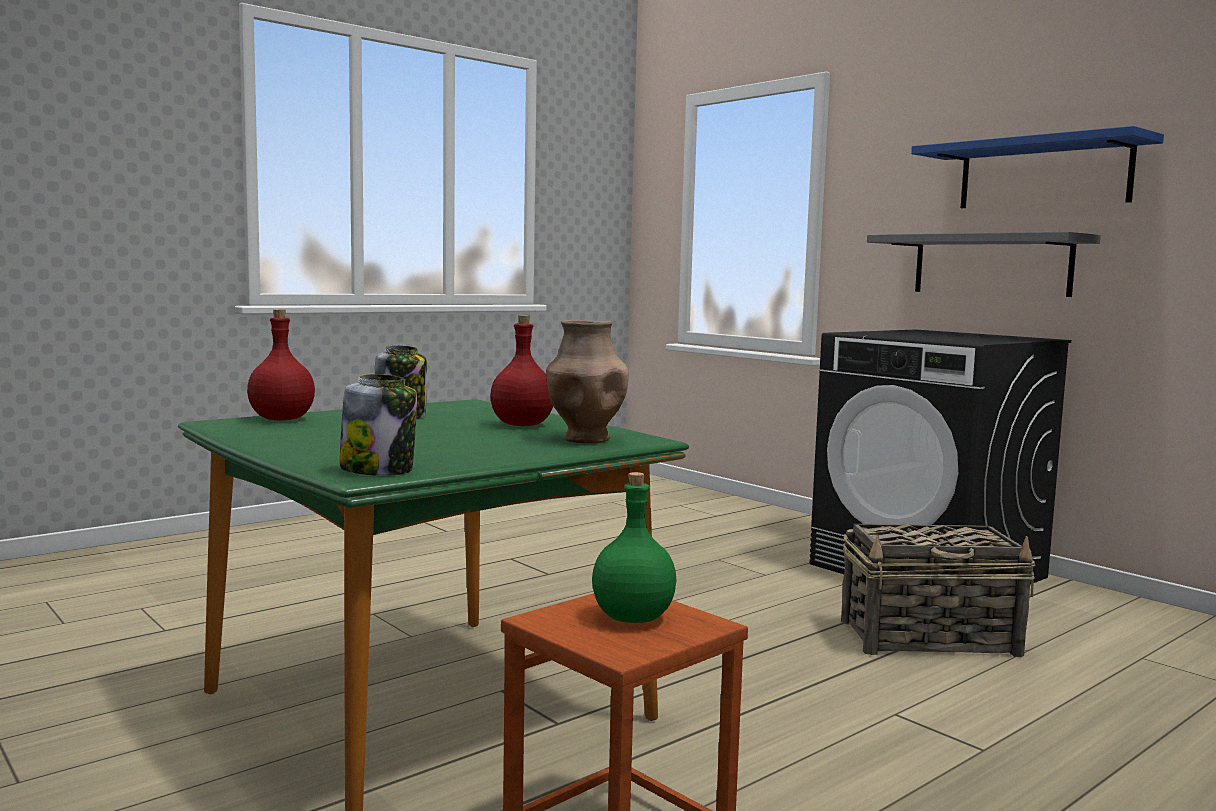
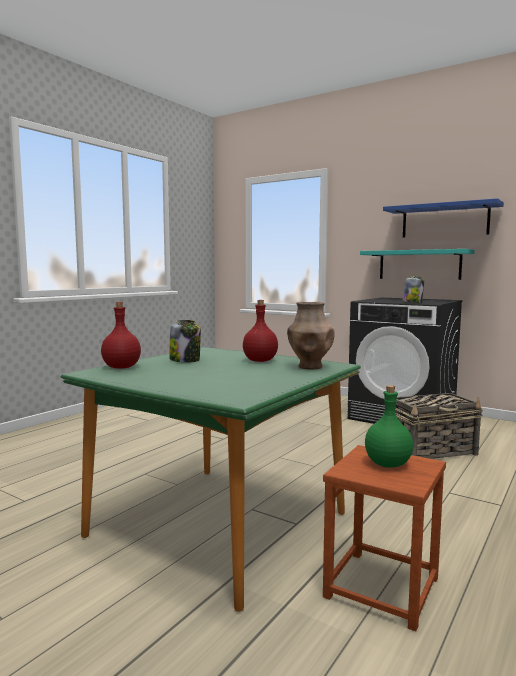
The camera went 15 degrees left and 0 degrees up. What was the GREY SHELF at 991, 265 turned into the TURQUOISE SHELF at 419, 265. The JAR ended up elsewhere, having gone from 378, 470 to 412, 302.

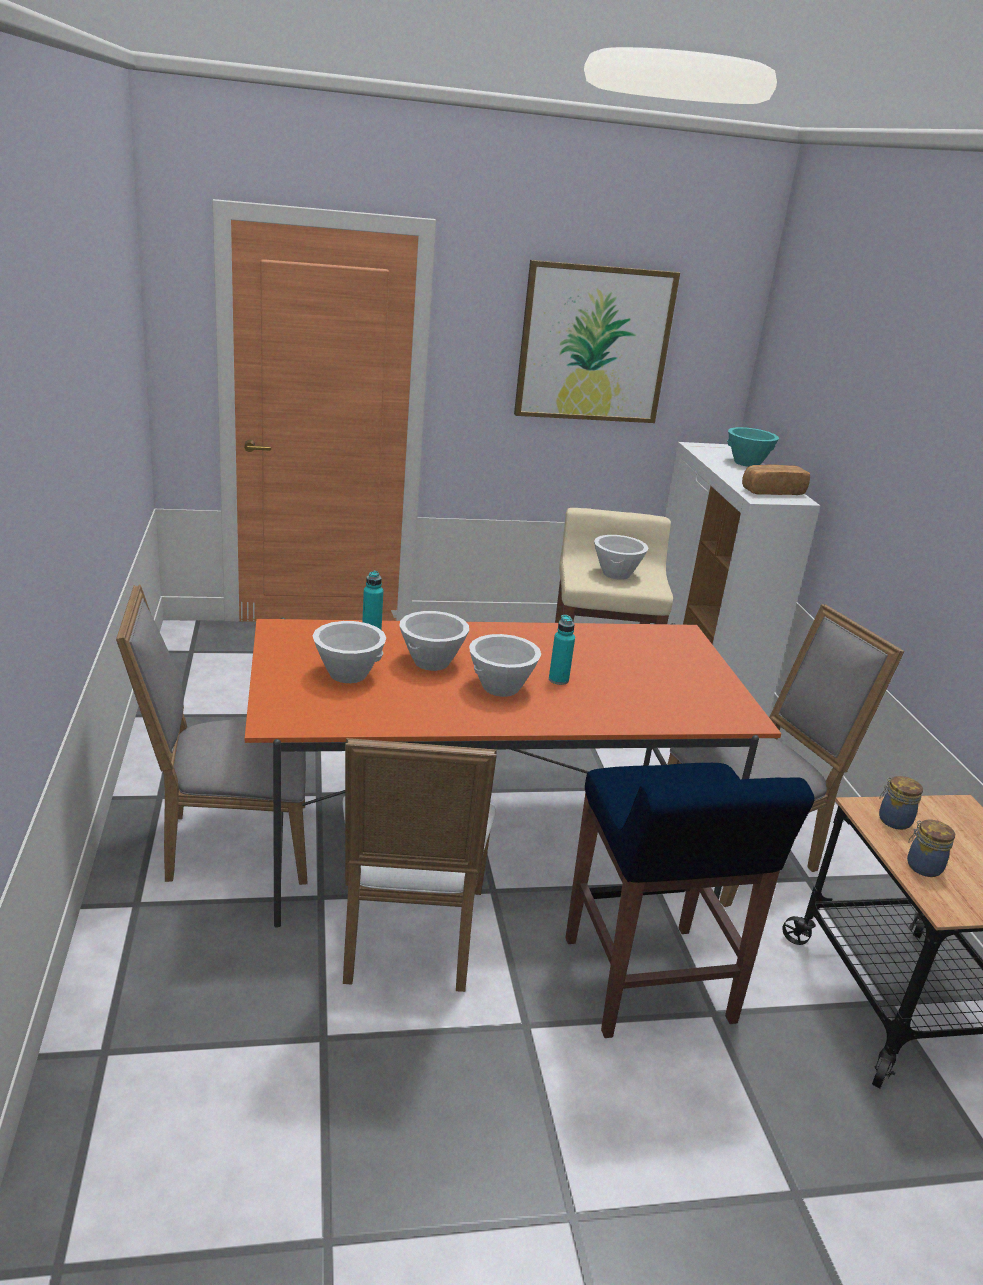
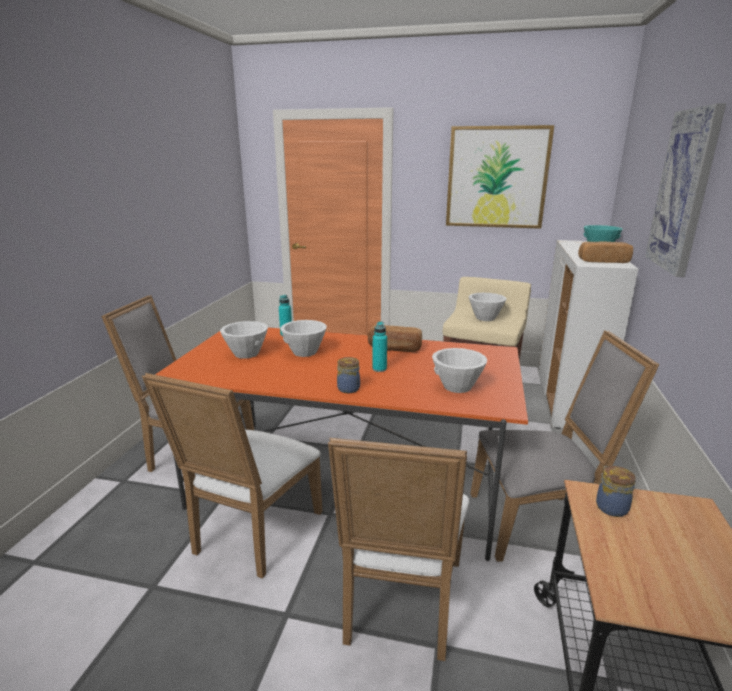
The camera went 25 degrees right and 5 degrees down. Where the BLUE STOOL stood at 648, 982, the WHITE CHAIR came to stand at 399, 606. The JAR ended up elsewhere, having gone from 922, 866 to 348, 388. The second view gained the BREAD at 394, 348. The WHITE BOWL ended up elsewhere, having gone from 501, 688 to 457, 387. The second view gained the PICTURE at 683, 191.

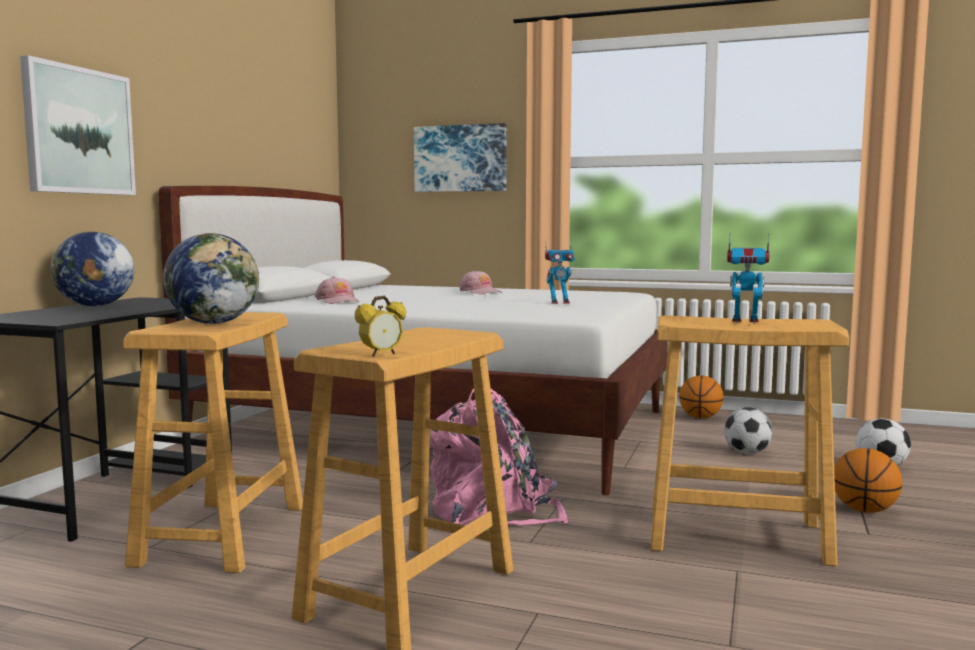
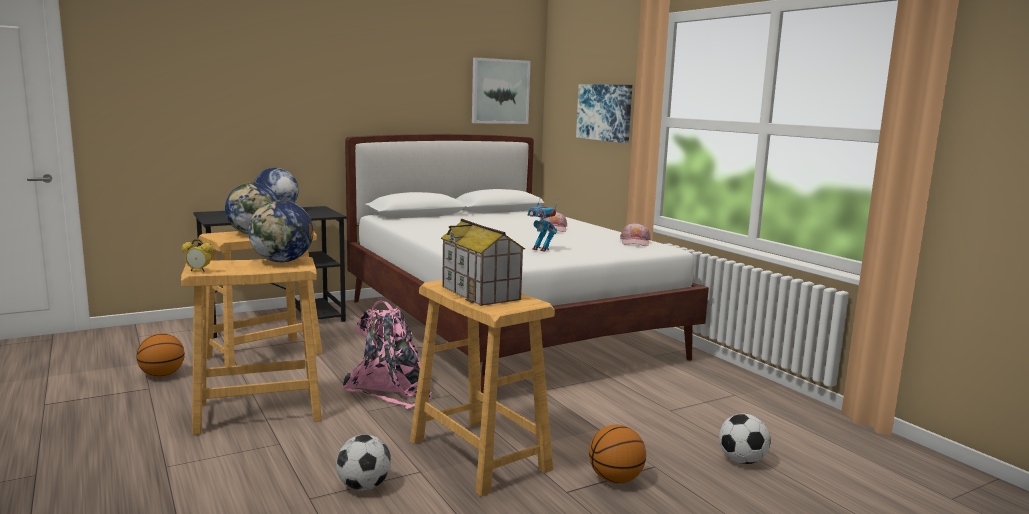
The camera went 40 degrees right and 5 degrees up. The BASKETBALL ended up elsewhere, having gone from 700, 417 to 162, 375. The second view gained the GLOBE at 282, 261. The FOOTBALL ended up elsewhere, having gone from 747, 453 to 364, 486. Where the TOY ROBOT stood at 745, 322, the TOY HOUSE came to stand at 481, 293. The PICTURE ended up elsewhere, having gone from 78, 131 to 500, 91. The PINK CAP ended up elsewhere, having gone from 338, 301 to 635, 242.

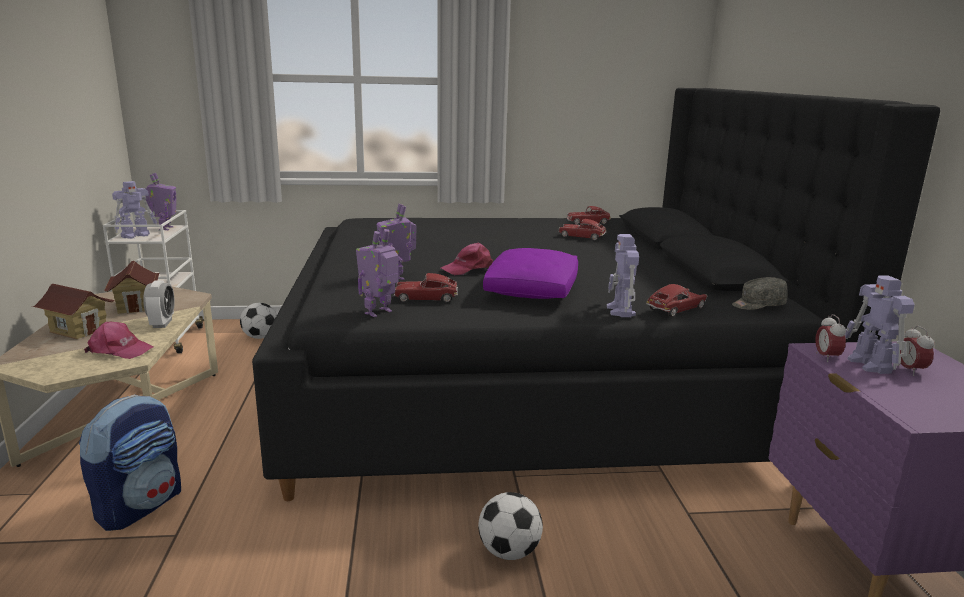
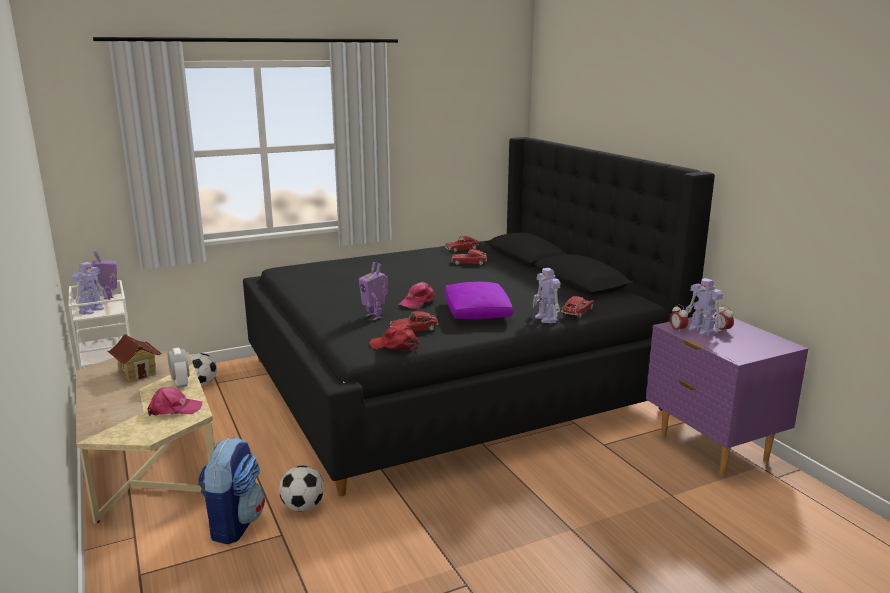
The camera went 20 degrees left and 0 degrees up. The FOOTBALL ended up elsewhere, having gone from 509, 551 to 303, 507. Where the TOY ROBOT stood at 379, 313, the RED CAP came to stand at 395, 346. The second view lost the TOY HOUSE at 79, 330. The second view lost the GREY CAP at 758, 305.

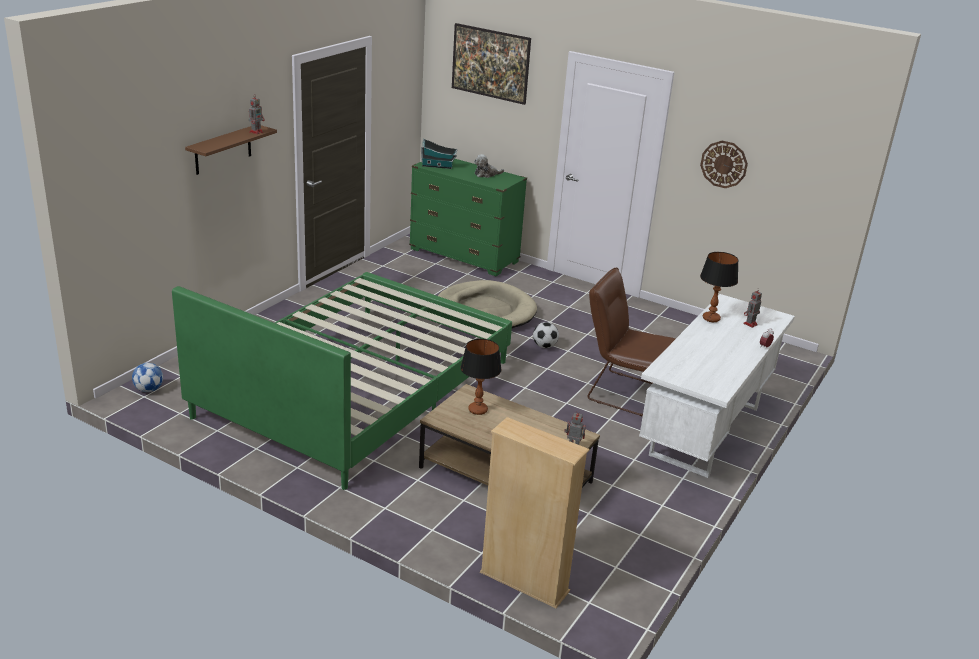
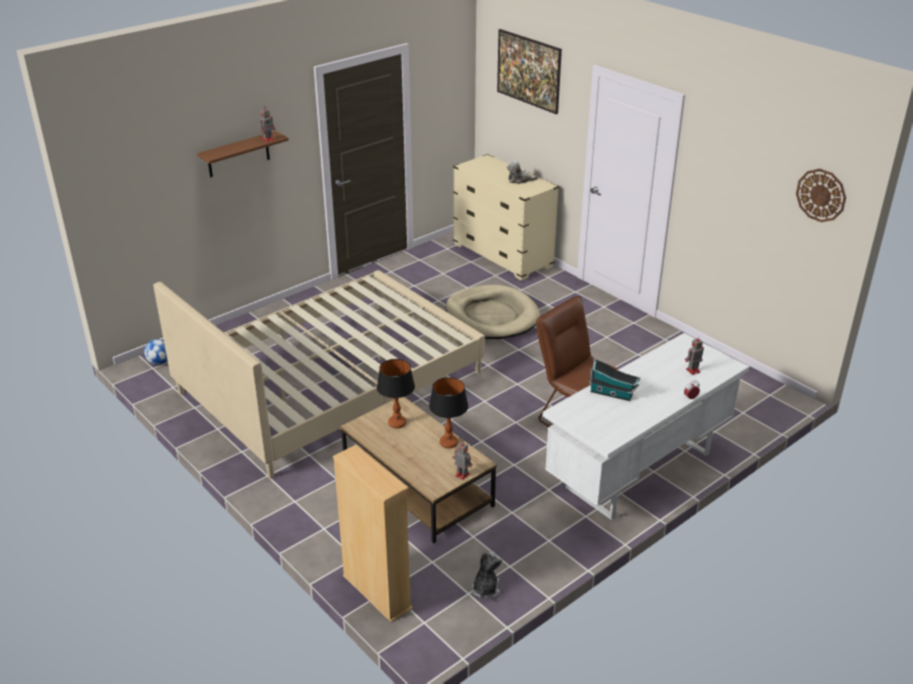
The camera went 20 degrees right and 5 degrees up. What was the GREEN BED at 356, 388 turned into the BEIGE BED at 330, 382. The TABLE LAMP ended up elsewhere, having gone from 711, 319 to 449, 443. What was the GREEN DRESSER at 464, 256 turned into the BEIGE DRESSER at 503, 256. The second view gained the PLUSH TOY at 485, 589. The TOY HOUSE ended up elsewhere, having gone from 438, 166 to 613, 394. The WALL CLOCK ended up elsewhere, having gone from 724, 164 to 821, 195. The second view lost the FOOTBALL at 544, 346.

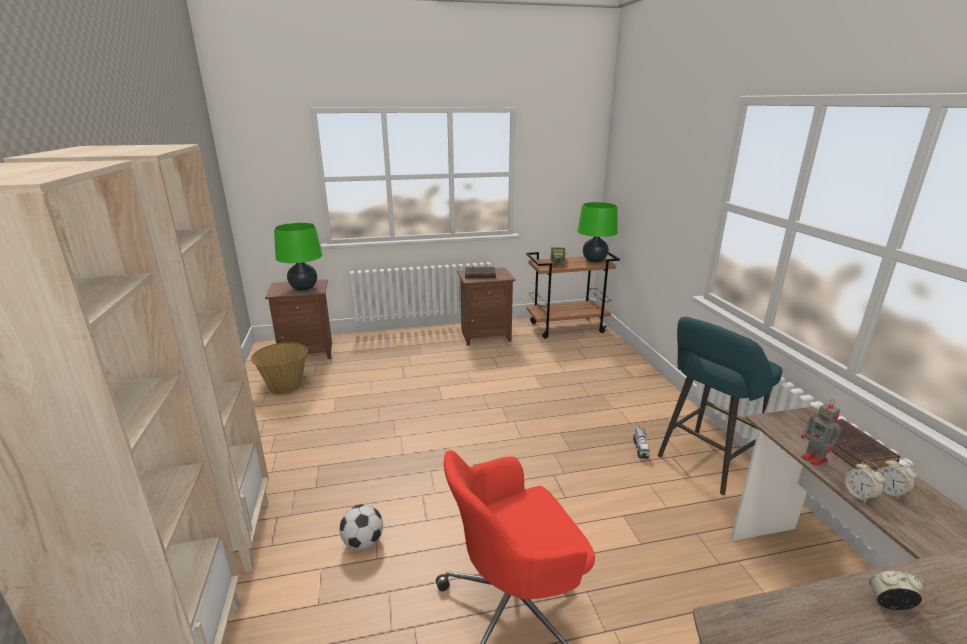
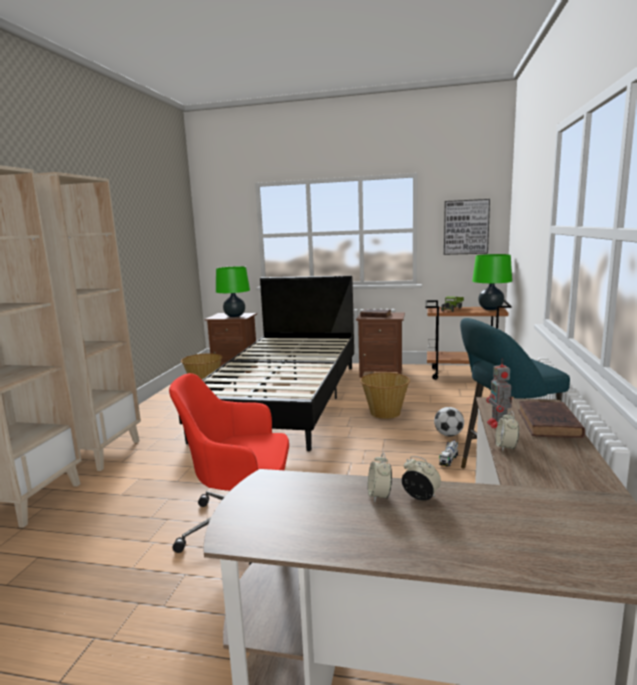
The camera went 25 degrees right and 10 degrees down. The second view gained the BLACK BED at 285, 398. The second view gained the BASKET at 385, 412. The ALARM CLOCK ended up elsewhere, having gone from 889, 491 to 379, 496. The FOOTBALL ended up elsewhere, having gone from 363, 542 to 448, 435. The second view gained the PICTURE at 466, 227.

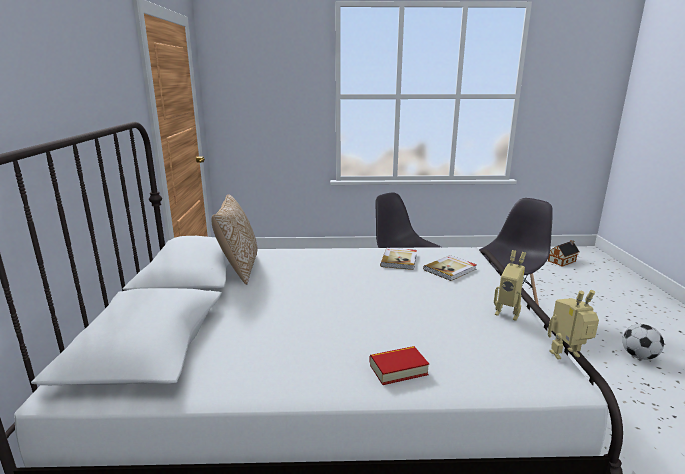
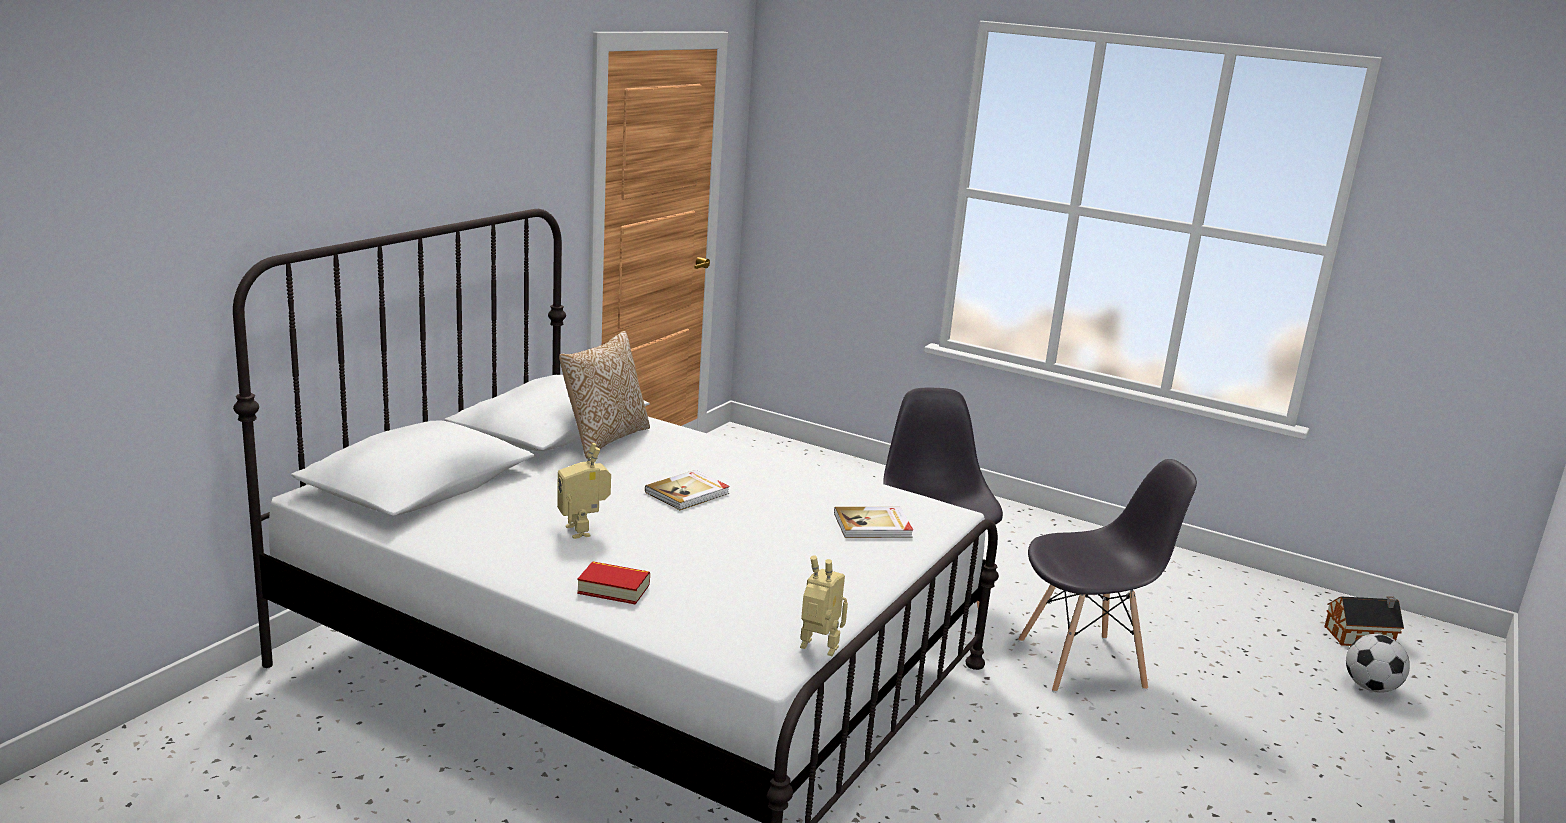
The camera went 30 degrees right and 0 degrees up. The TOY ROBOT ended up elsewhere, having gone from 508, 313 to 583, 530. The BOOK ended up elsewhere, having gone from 399, 260 to 688, 493. The FOOTBALL ended up elsewhere, having gone from 638, 356 to 1370, 687.

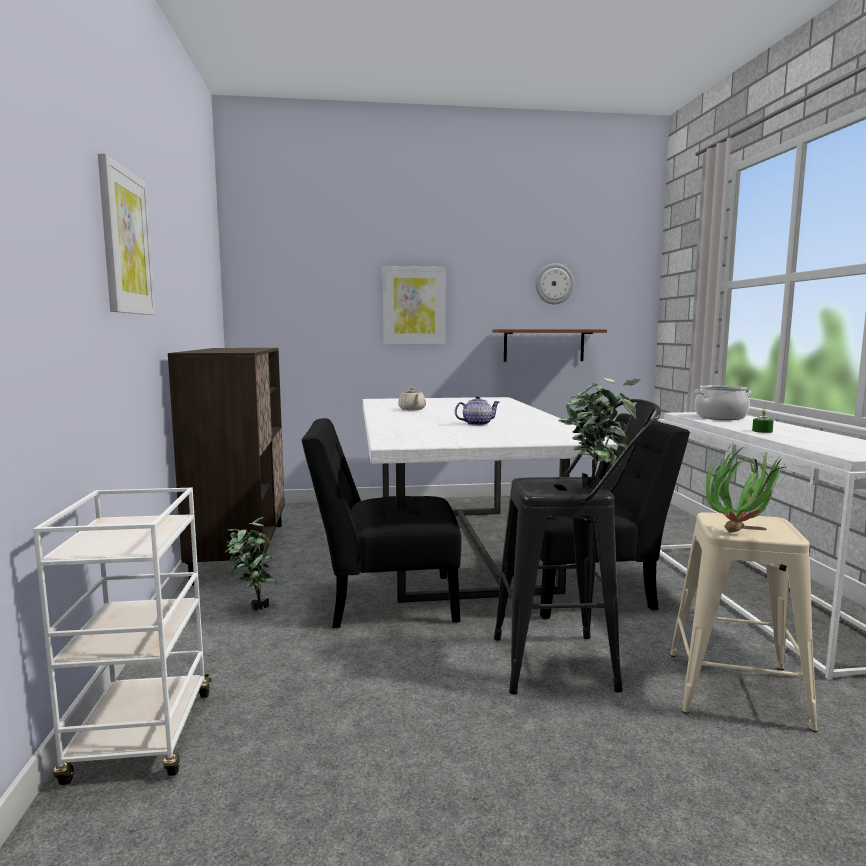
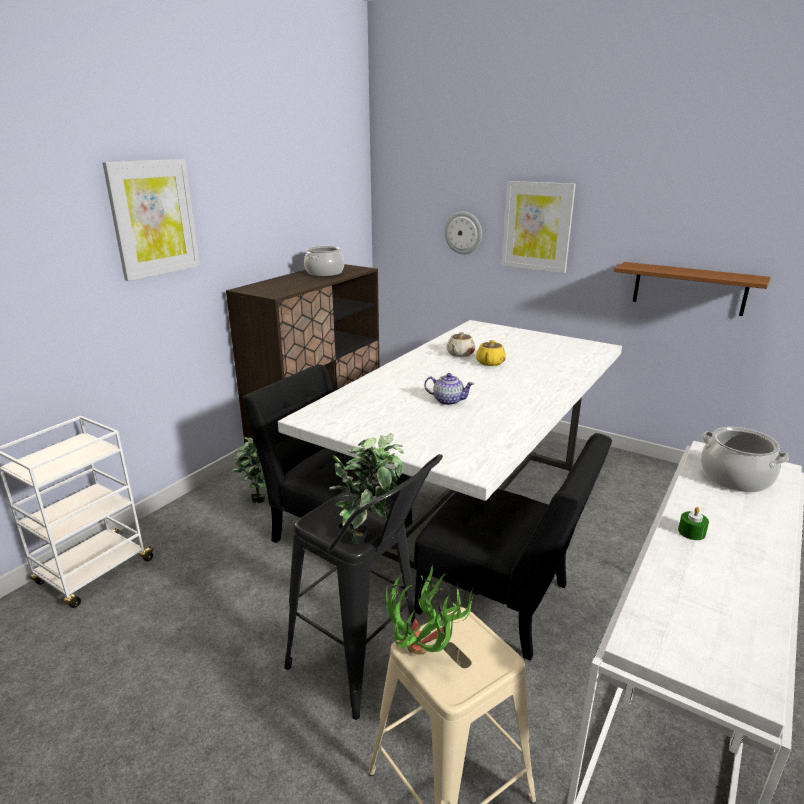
The camera went 40 degrees right and 15 degrees up. The second view gained the COOKING POT at 324, 273. The WALL CLOCK ended up elsewhere, having gone from 554, 284 to 463, 232. The second view gained the YELLOW TEAPOT at 490, 363.

